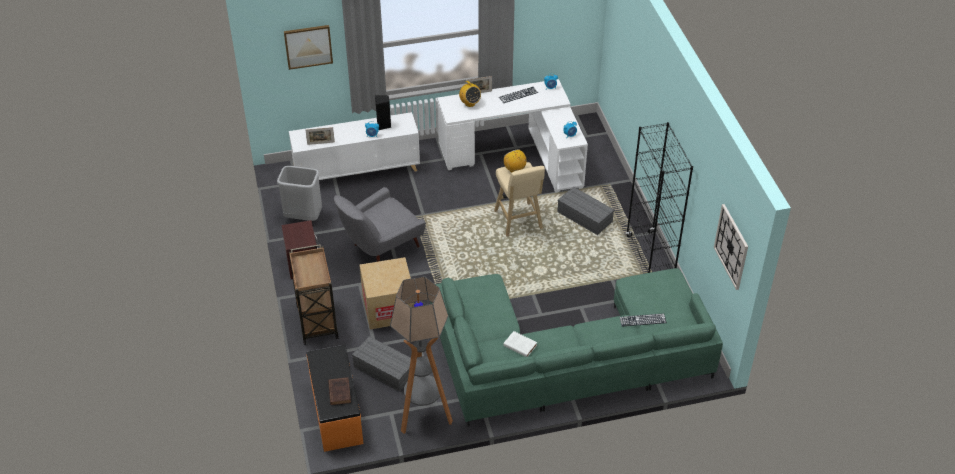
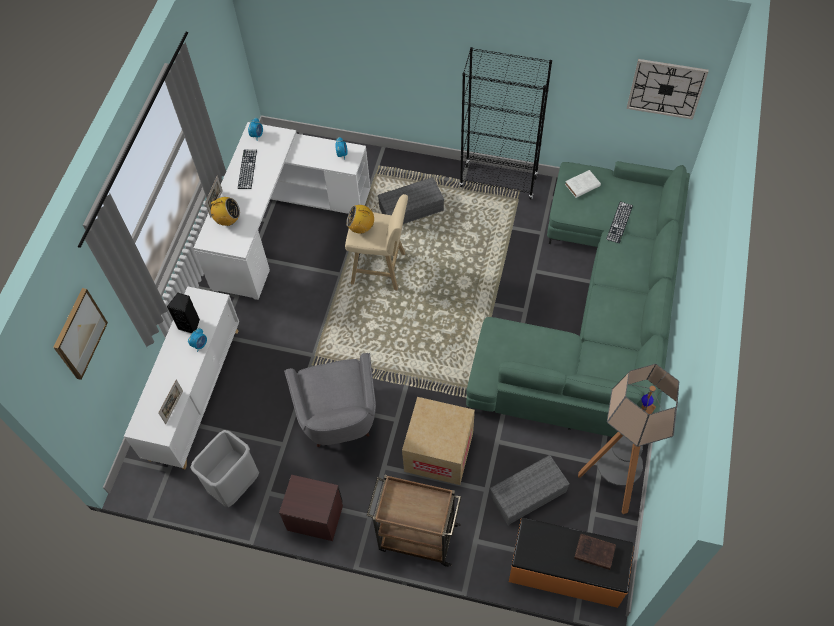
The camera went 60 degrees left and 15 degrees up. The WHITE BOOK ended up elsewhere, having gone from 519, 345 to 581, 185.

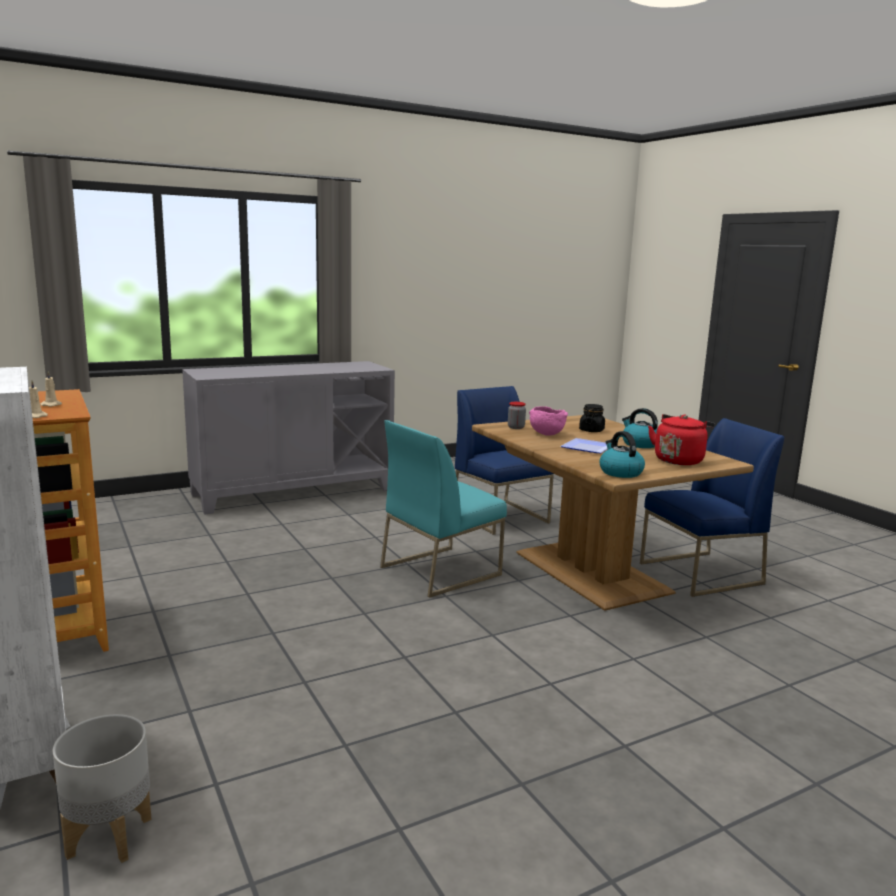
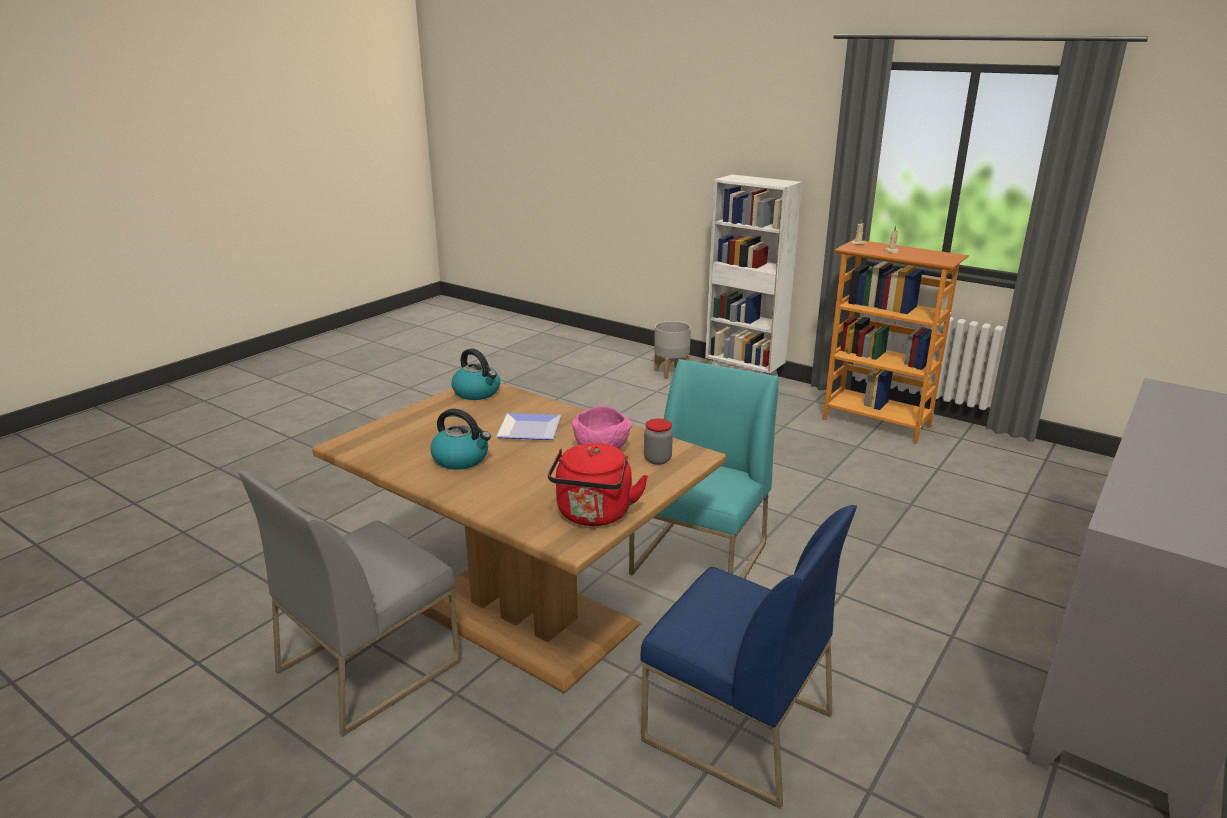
The camera went 155 degrees right and 10 degrees up. What was the BLUE CHAIR at 700, 574 turned into the GREY CHAIR at 369, 665. The RED KETTLE ended up elsewhere, having gone from 679, 460 to 594, 515. The second view lost the BLACK JAR at 591, 430.

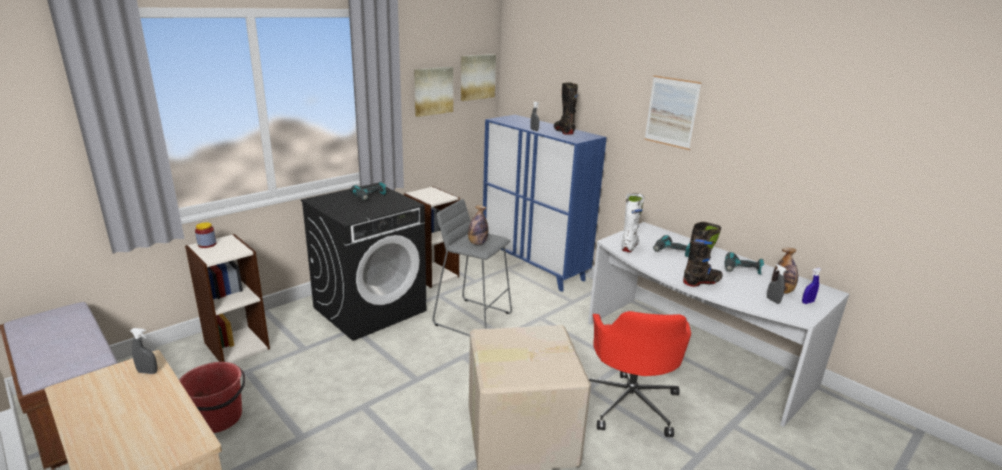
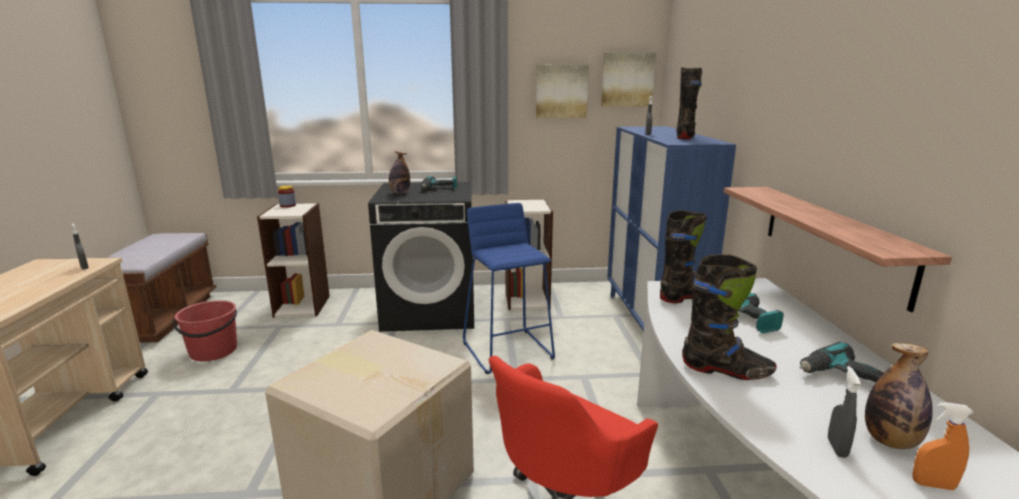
The camera went 40 degrees right and 5 degrees down. The BOTTLE ended up elsewhere, having gone from 477, 243 to 400, 193. What was the GREY STOOL at 473, 318 turned into the BLUE STOOL at 508, 350. What was the WHITE BOOT at 629, 246 turned into the BLACK BOOT at 685, 297. The second view gained the SHELF at 832, 240. What was the BLUE SPRAY BOTTLE at 807, 302 turned into the ORANGE SPRAY BOTTLE at 933, 485. The second view lost the PICTURE at 671, 112.

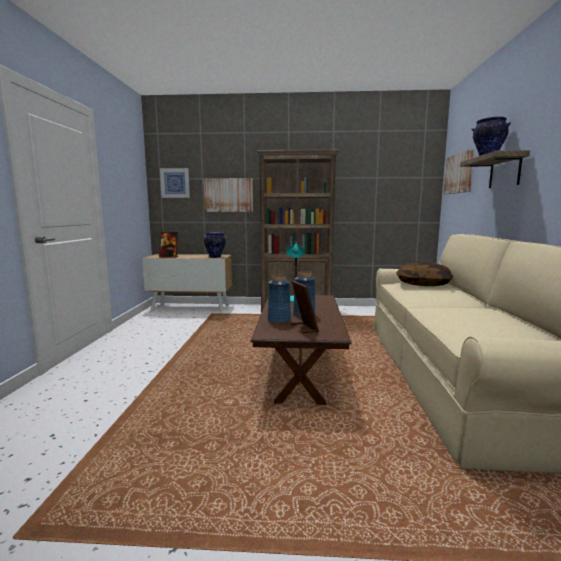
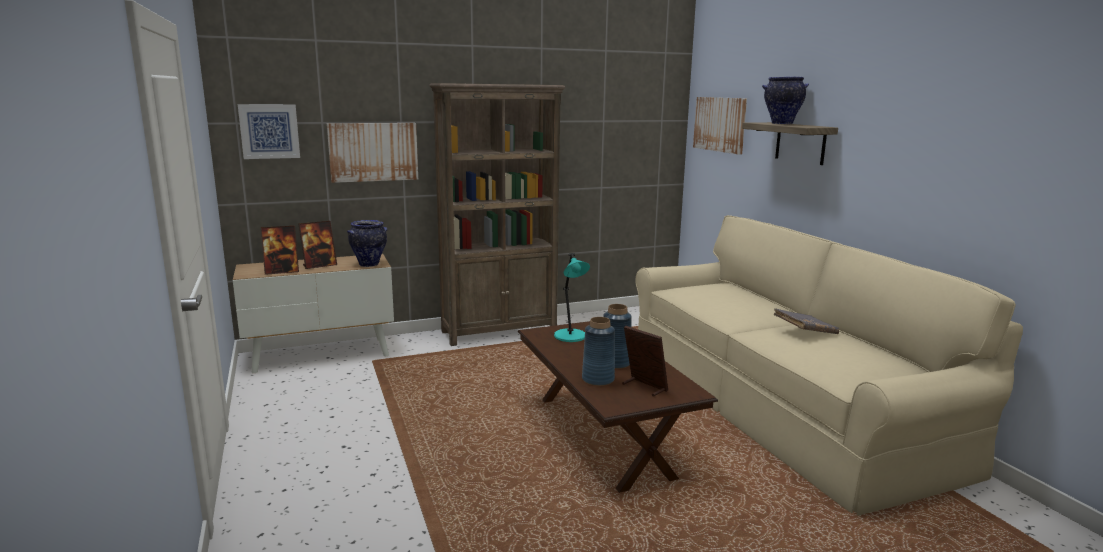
The camera went 25 degrees left and 5 degrees up. The second view gained the PICTURE FRAME at 319, 265. The second view gained the GREY BOOK at 804, 331. The second view lost the PILLOW at 423, 284.

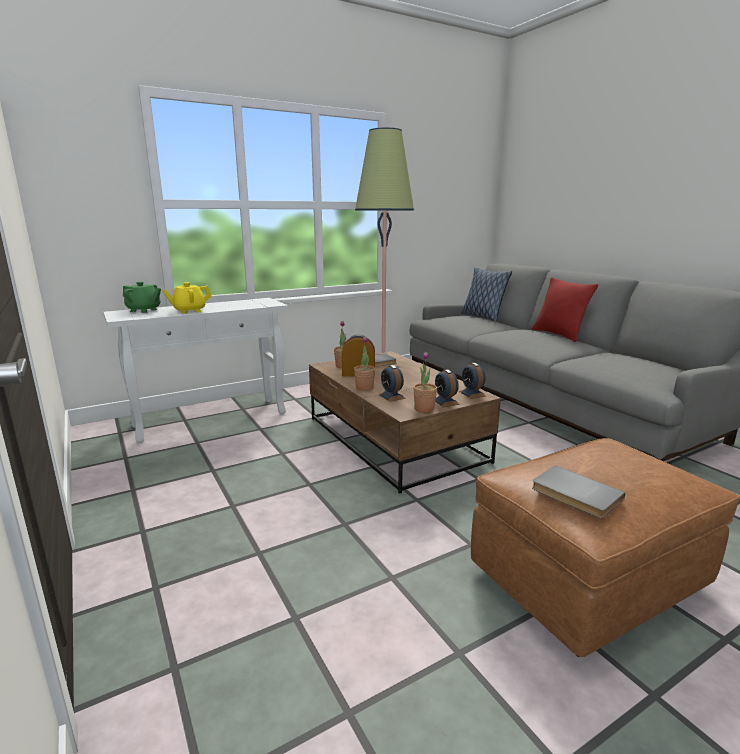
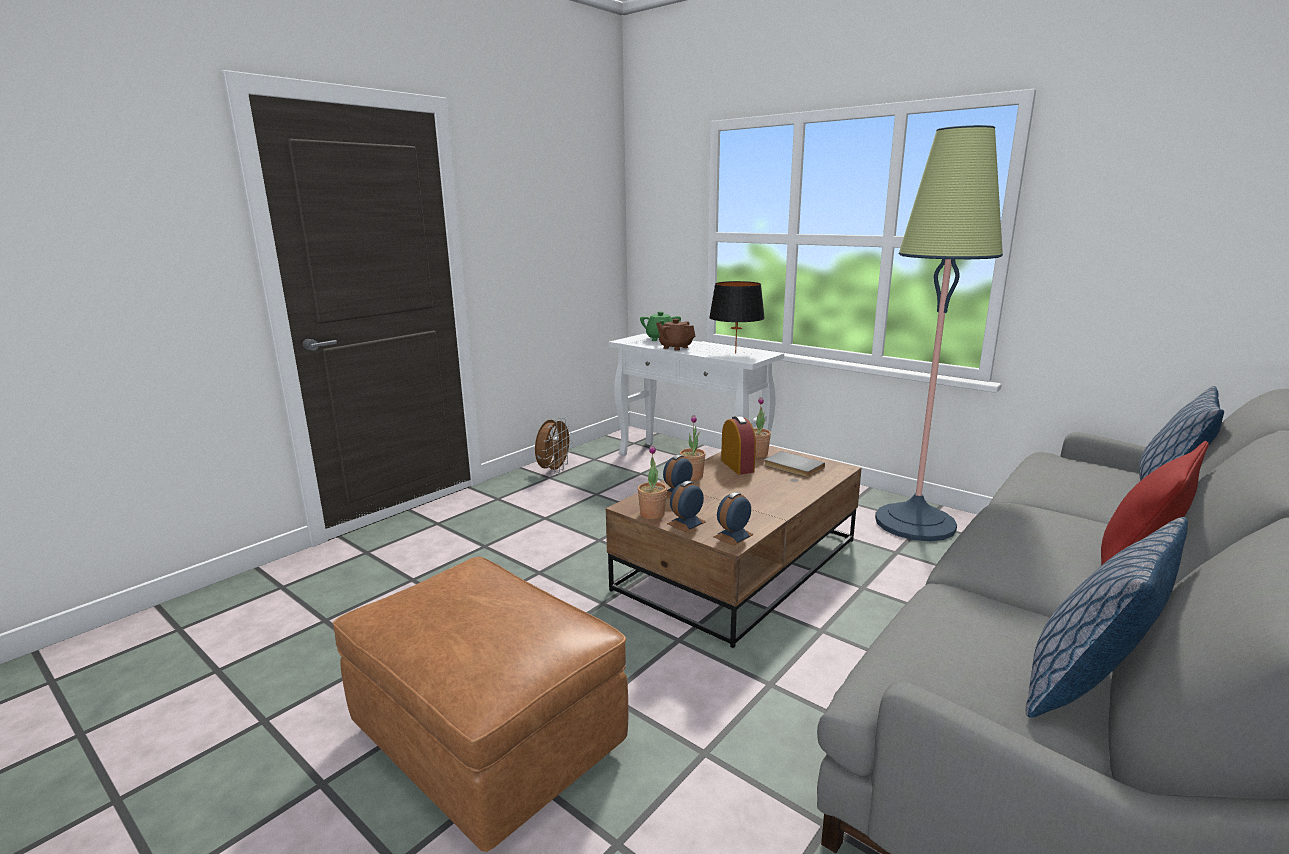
The camera went 70 degrees right and 0 degrees up. The second view gained the BROWN FAN at 554, 470. What was the YELLOW TEAPOT at 189, 311 turned into the BROWN TEAPOT at 675, 347. The second view gained the BLACK TABLE LAMP at 735, 353. The second view gained the PILLOW at 1086, 686. The second view lost the GREY BOOK at 575, 495.

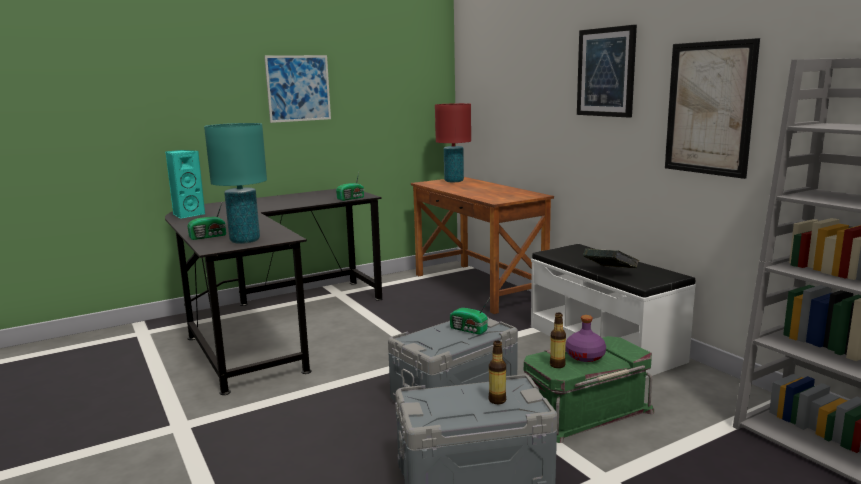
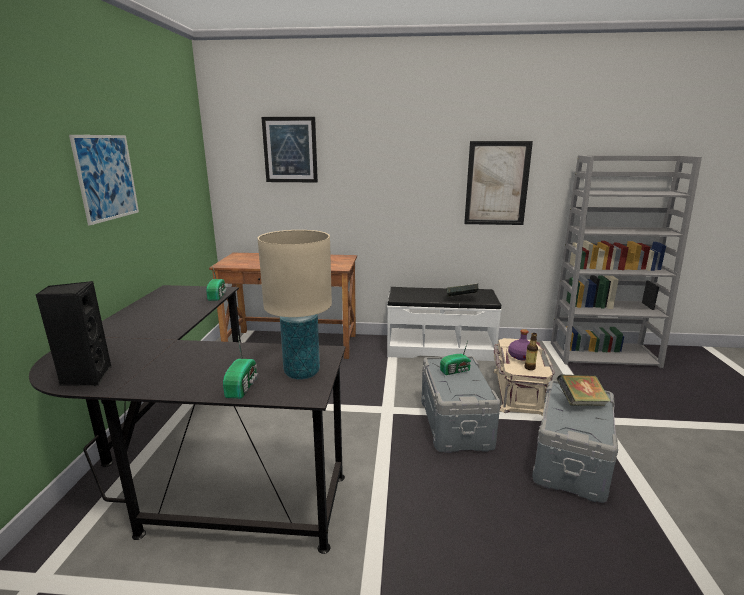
The camera went 55 degrees left and 5 degrees up. What was the TURQUOISE SPEAKER at 187, 215 turned into the BLACK SPEAKER at 86, 377. What was the TURQUOISE TABLE LAMP at 244, 241 turned into the BEIGE TABLE LAMP at 302, 372. The PICTURE ended up elsewhere, having gone from 606, 72 to 290, 150. What was the GREEN STORAGE BOX at 585, 410 turned into the BEIGE STORAGE BOX at 517, 391. Where the BOTTLE stood at 497, 400, the BOOK came to stand at 581, 402. The second view lost the RED TABLE LAMP at 453, 181.

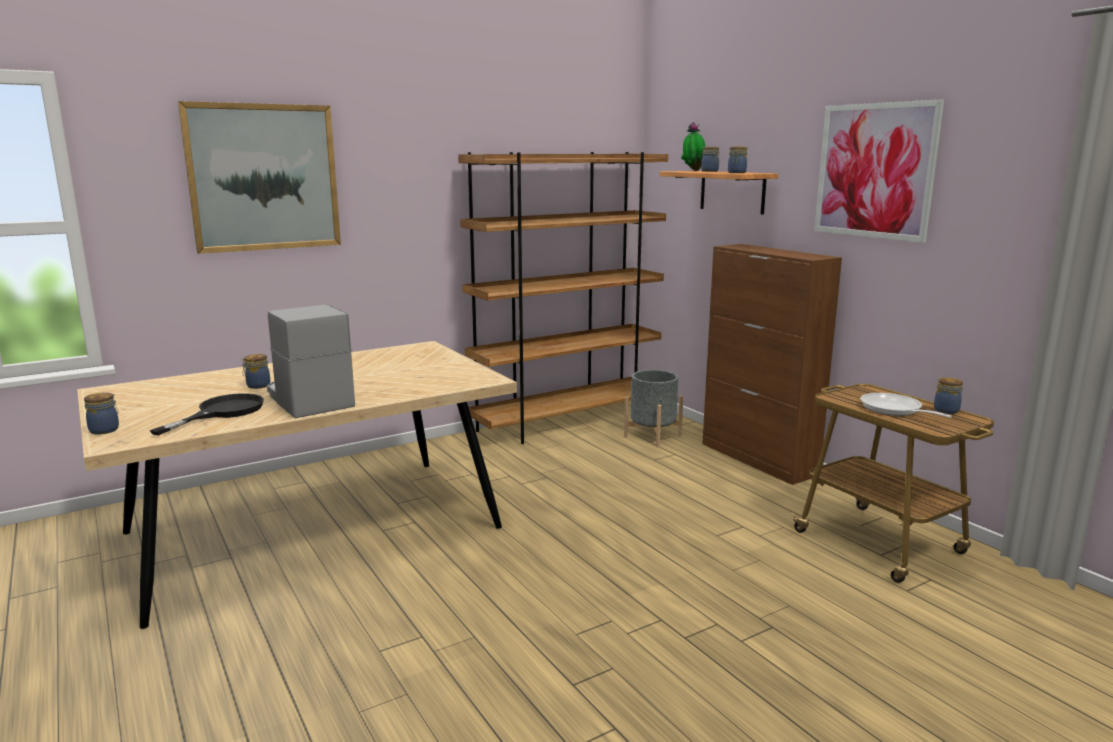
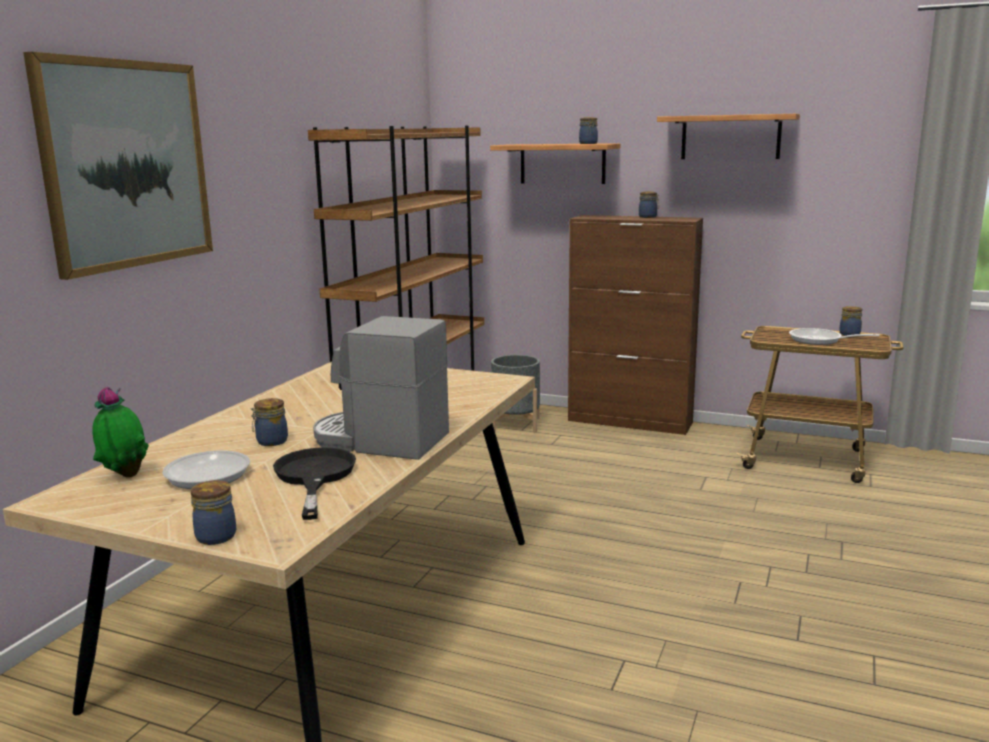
The camera went 35 degrees left and 0 degrees up. The POTTED PLANT ended up elsewhere, having gone from 693, 170 to 125, 476. The second view gained the FRYING PAN at 206, 479. The JAR ended up elsewhere, having gone from 710, 171 to 648, 217. Where the PICTURE hung at 874, 171, the SHELF came to hang at 730, 137.

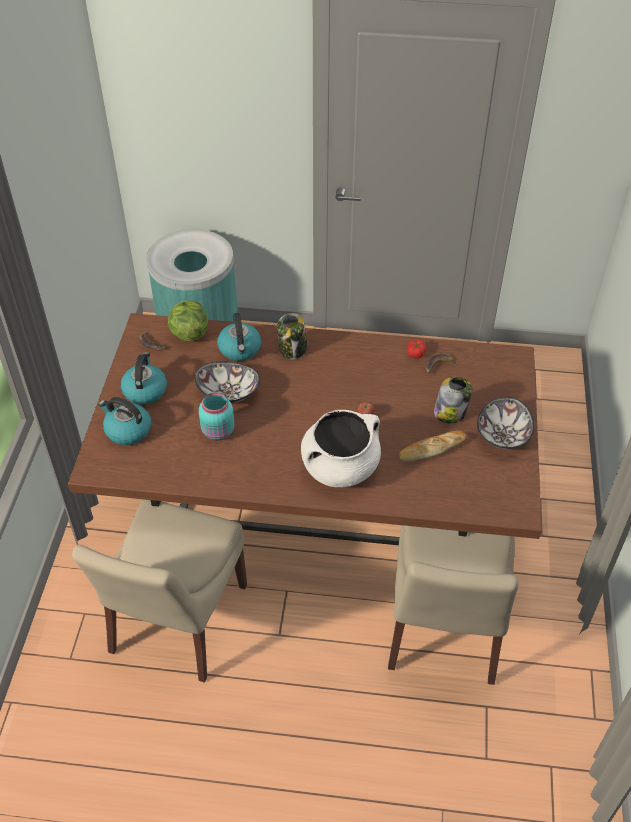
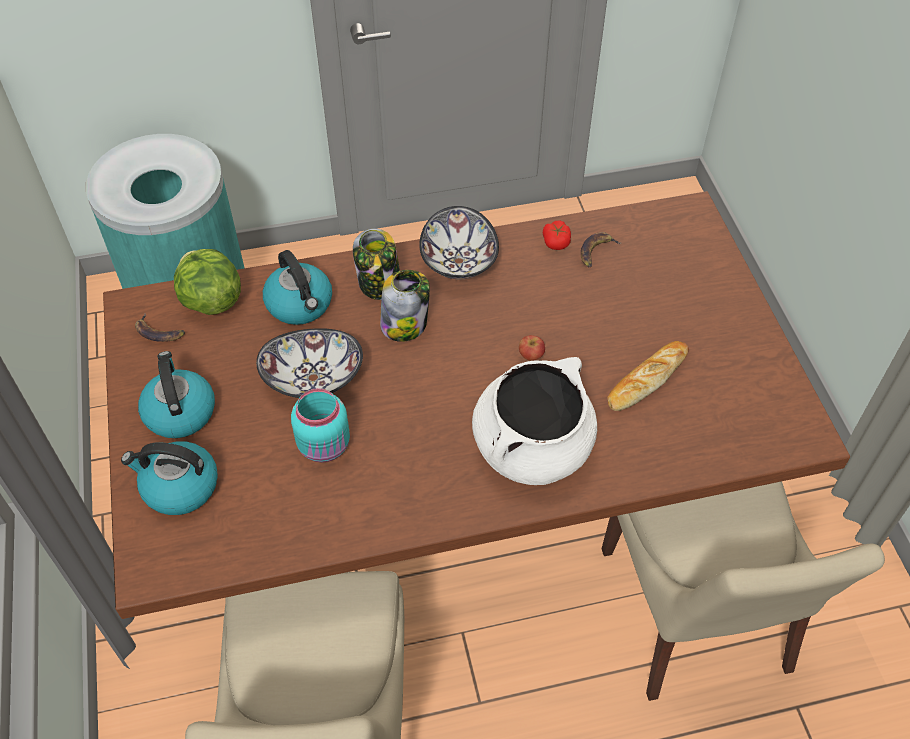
The camera went 20 degrees left and 5 degrees up. The JAR ended up elsewhere, having gone from 450, 412 to 405, 324. The BOWL ended up elsewhere, having gone from 502, 435 to 457, 261.

